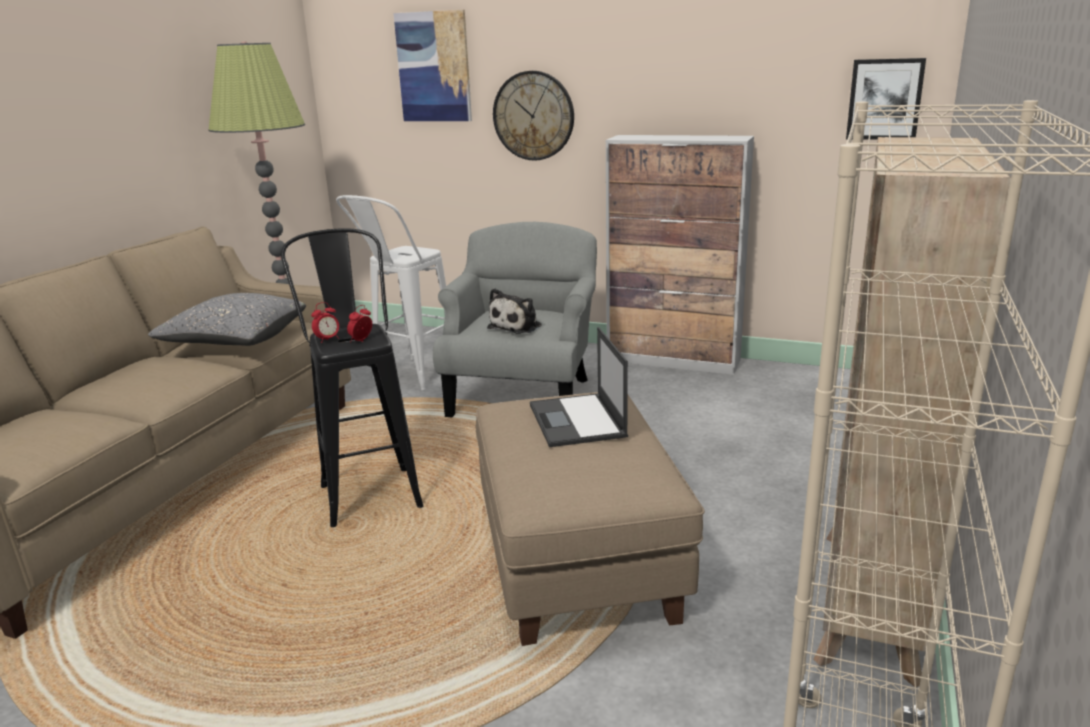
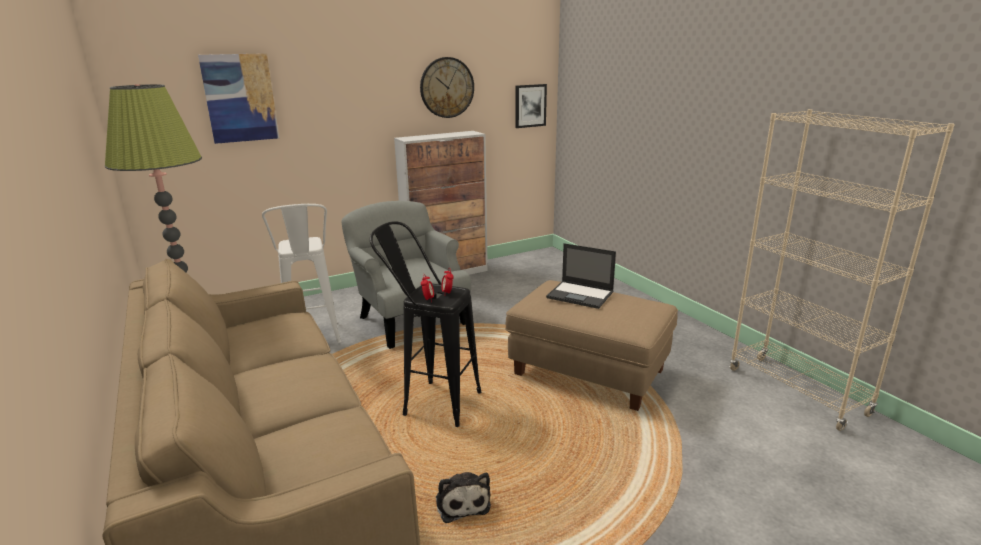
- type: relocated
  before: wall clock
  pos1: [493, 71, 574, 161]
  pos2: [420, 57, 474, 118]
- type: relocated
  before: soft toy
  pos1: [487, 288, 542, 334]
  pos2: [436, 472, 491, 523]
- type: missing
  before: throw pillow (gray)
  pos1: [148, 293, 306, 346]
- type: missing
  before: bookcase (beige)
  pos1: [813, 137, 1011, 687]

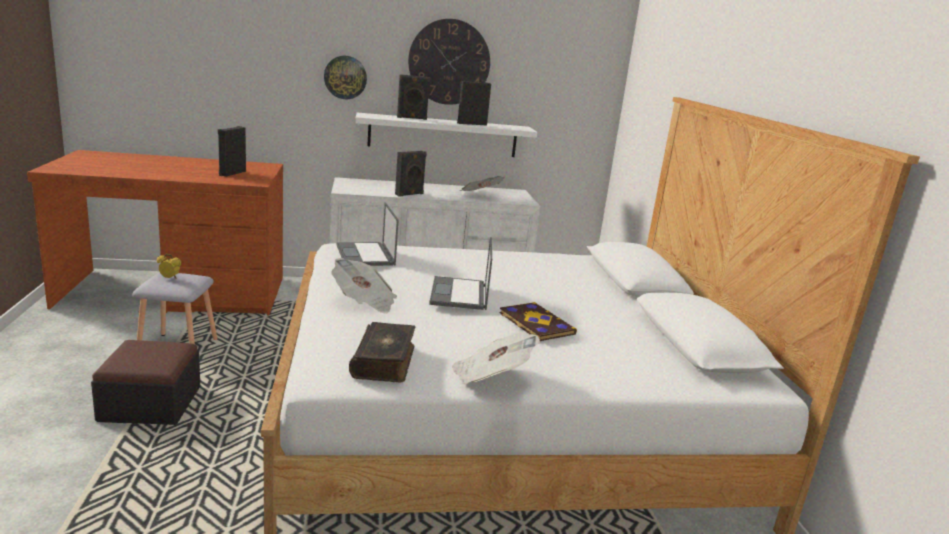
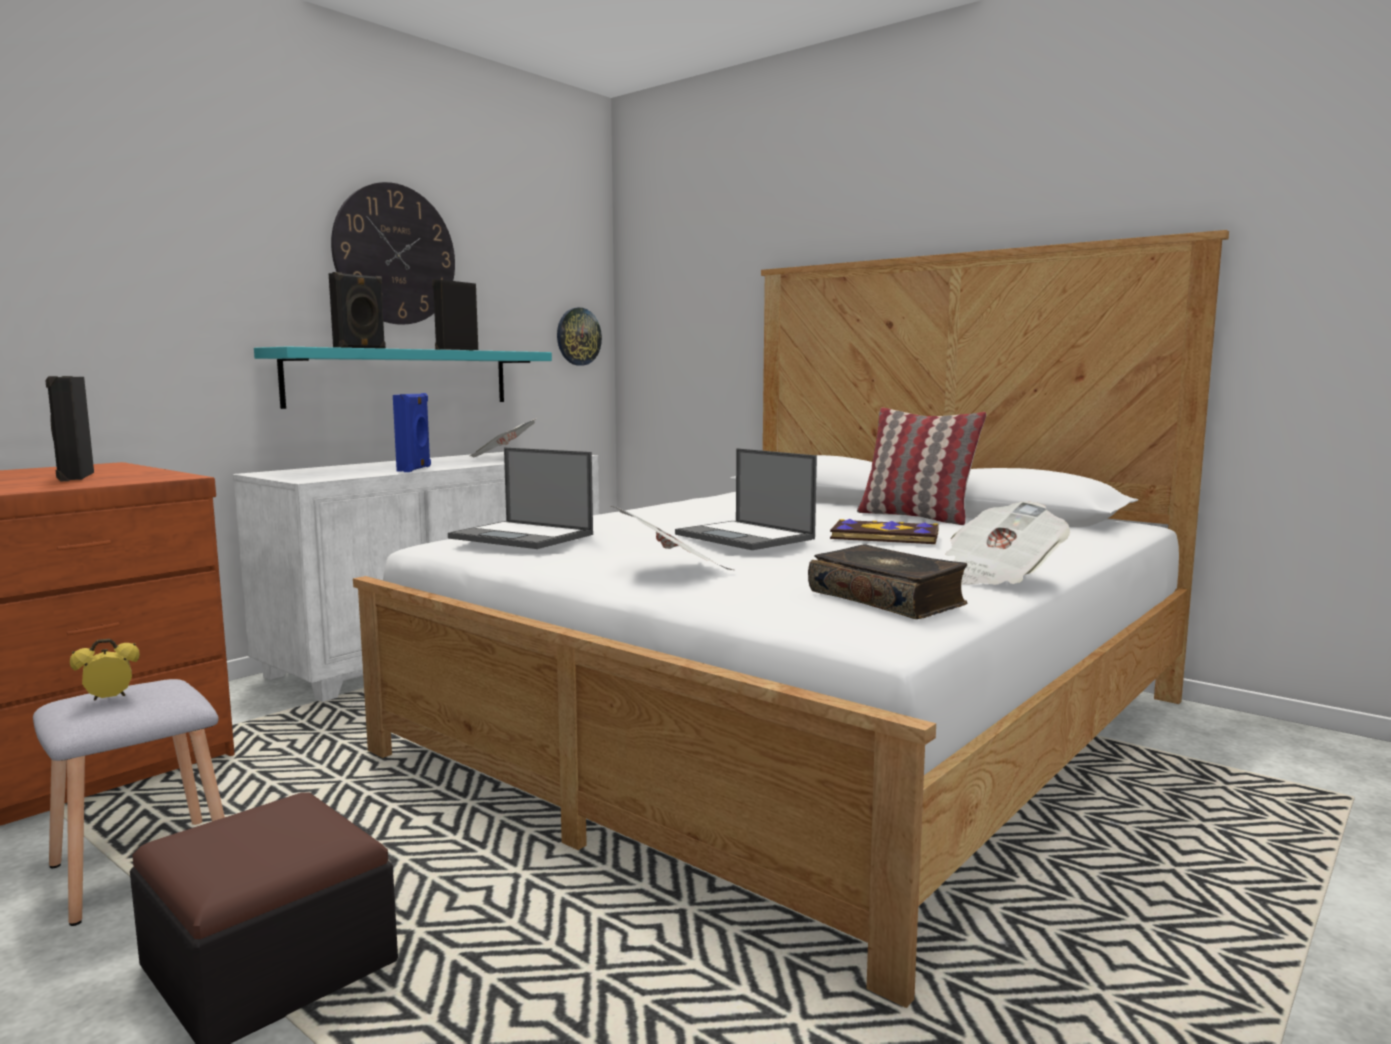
- type: colour
  before: wall shelf (white)
  after: wall shelf (blue-green)
  pos1: [355, 113, 537, 157]
  pos2: [254, 347, 552, 409]
- type: colour
  before: speaker (blackish)
  after: speaker (blue-coloured)
  pos1: [395, 151, 427, 197]
  pos2: [393, 393, 431, 472]
- type: relocated
  before: wall clock
  pos1: [324, 56, 367, 99]
  pos2: [557, 308, 602, 366]
- type: appeared
  after: throw pillow
  pos2: [857, 408, 986, 525]

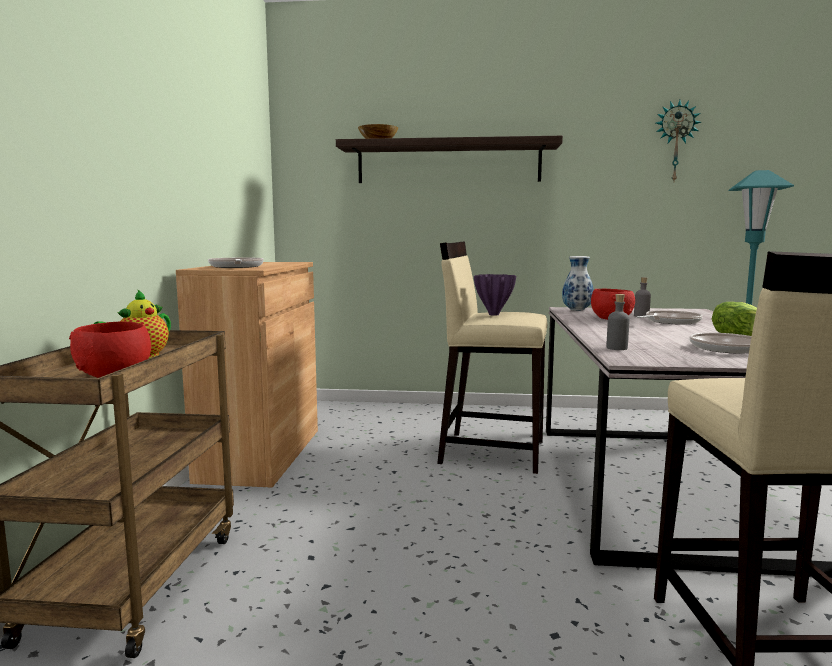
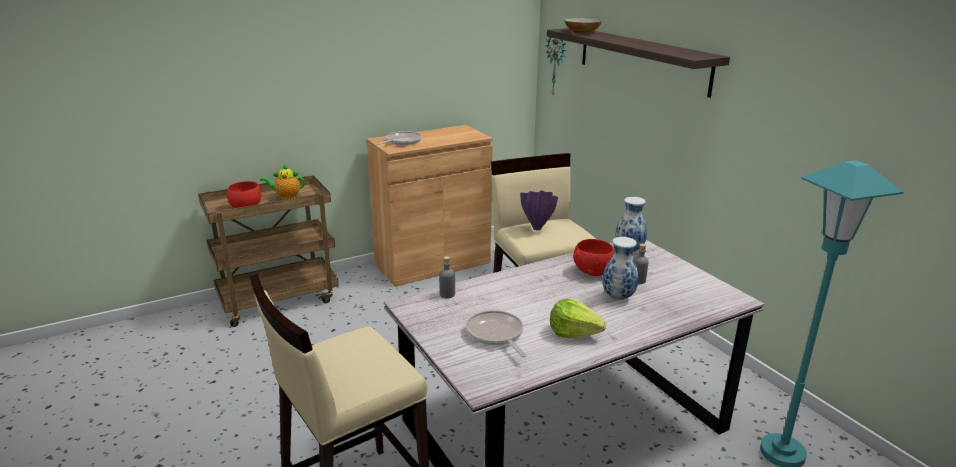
- type: relocated
  before: wall clock
  pos1: [656, 100, 701, 181]
  pos2: [545, 37, 567, 95]
- type: exchanged
  before: frying pan
  after: flower vase
  pos1: [636, 310, 703, 325]
  pos2: [602, 237, 639, 300]

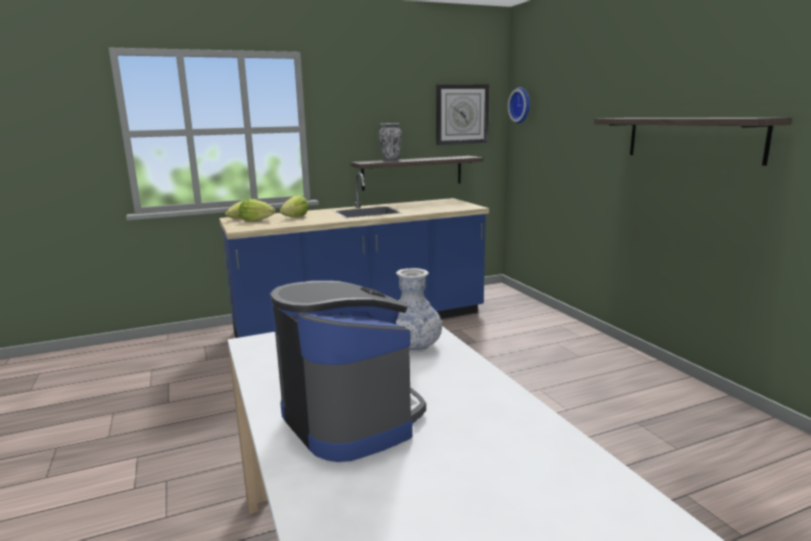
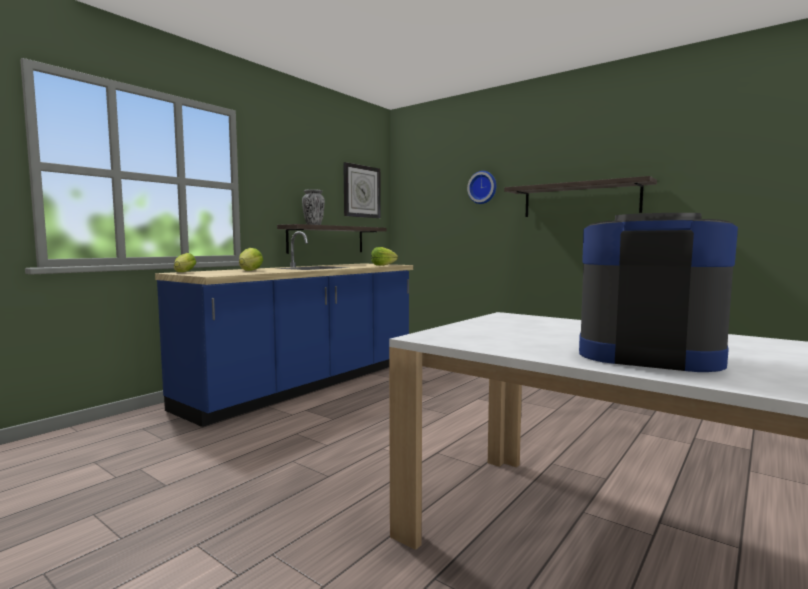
- type: relocated
  before: lettuce
  pos1: [240, 199, 275, 222]
  pos2: [371, 247, 398, 266]
- type: relocated
  before: wall clock
  pos1: [508, 87, 530, 124]
  pos2: [467, 171, 496, 204]
- type: missing
  before: flower vase
  pos1: [396, 268, 442, 352]

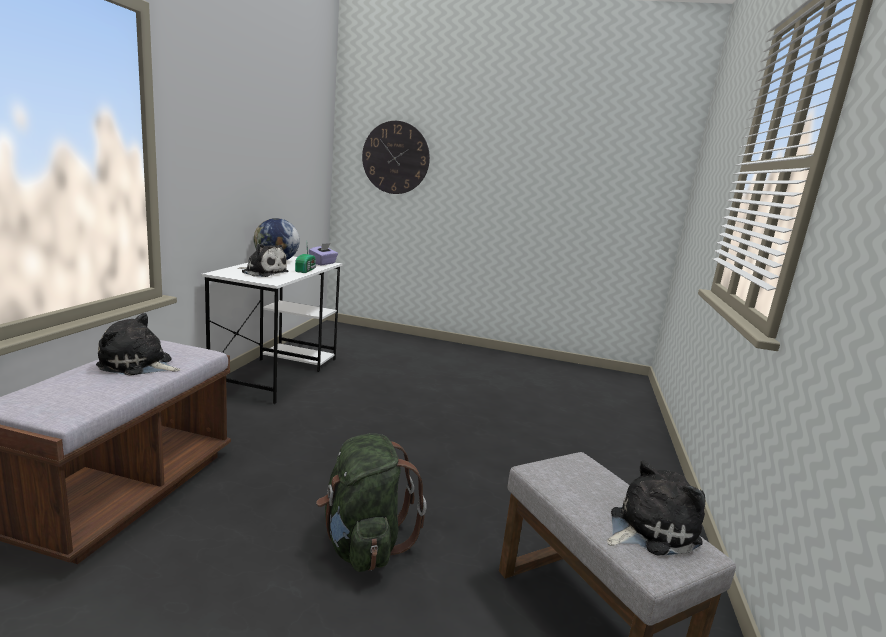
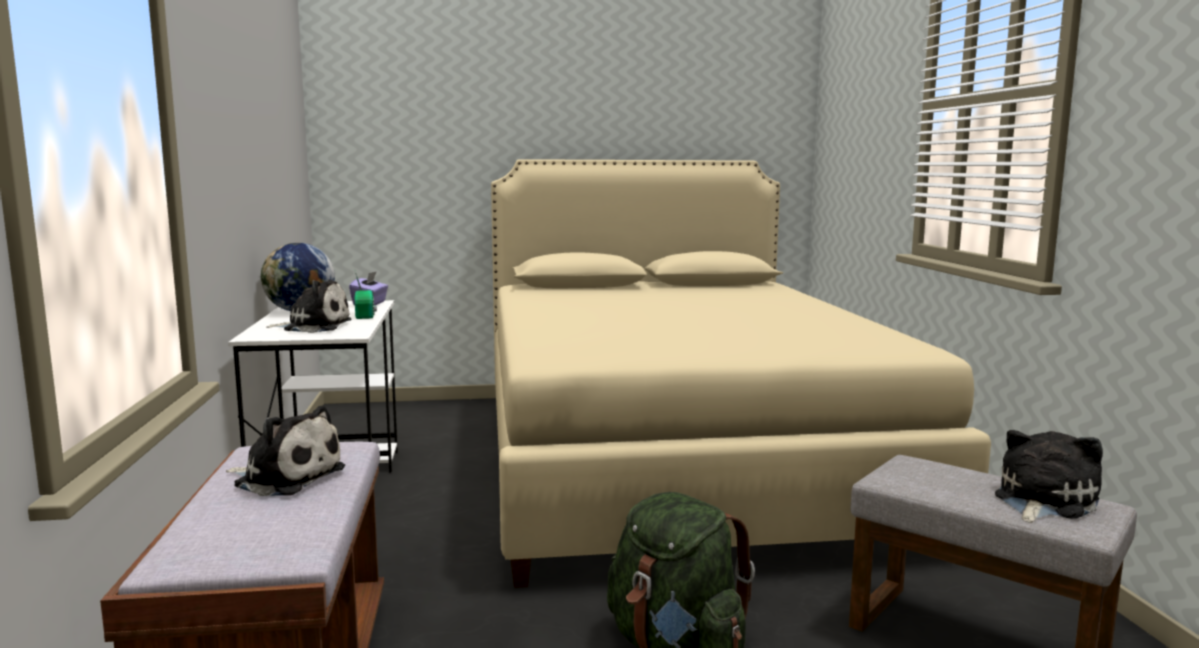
- type: spun
  before: soft toy
  pos1: [96, 313, 181, 376]
  pos2: [226, 406, 345, 496]
  turn: -150
- type: appeared
  after: bed (beige)
  pos2: [491, 159, 991, 588]
- type: missing
  before: wall clock
  pos1: [362, 121, 430, 194]

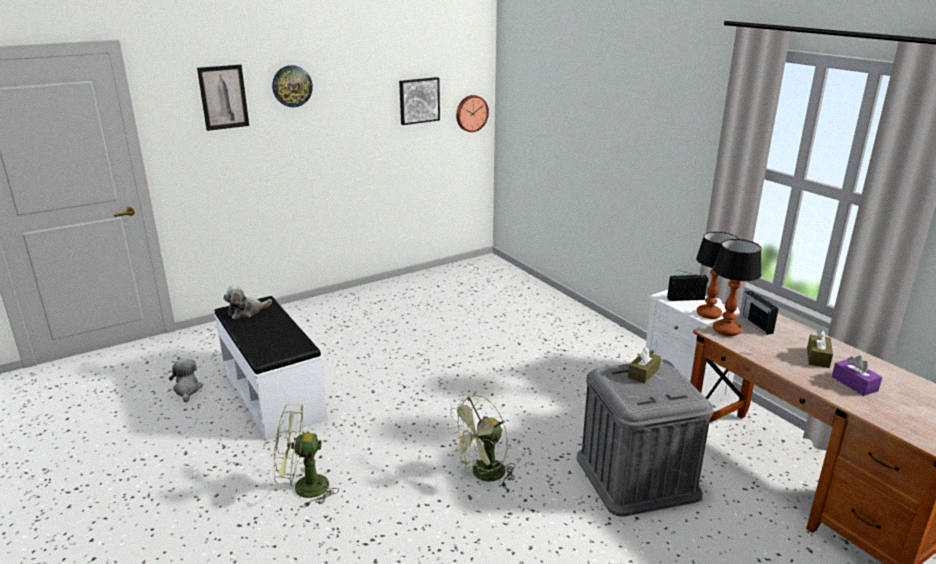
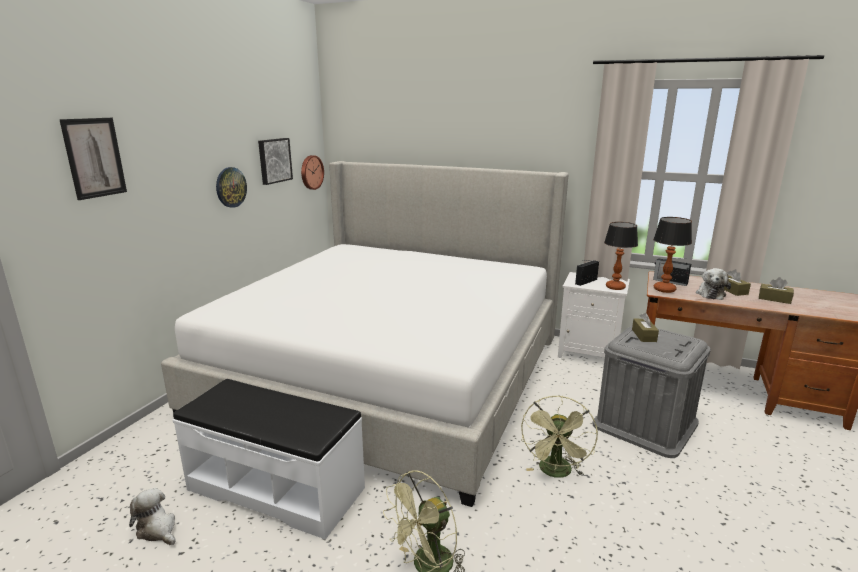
- type: appeared
  after: bed
  pos2: [161, 161, 569, 507]
- type: relocated
  before: wall clock
  pos1: [272, 65, 313, 107]
  pos2: [216, 167, 247, 208]
- type: relocated
  before: soft toy
  pos1: [223, 285, 272, 319]
  pos2: [696, 268, 731, 300]
- type: colour
  before: box of tissues (purplish)
  after: box of tissues (brown-coloured)
  pos1: [832, 355, 882, 396]
  pos2: [759, 277, 794, 304]

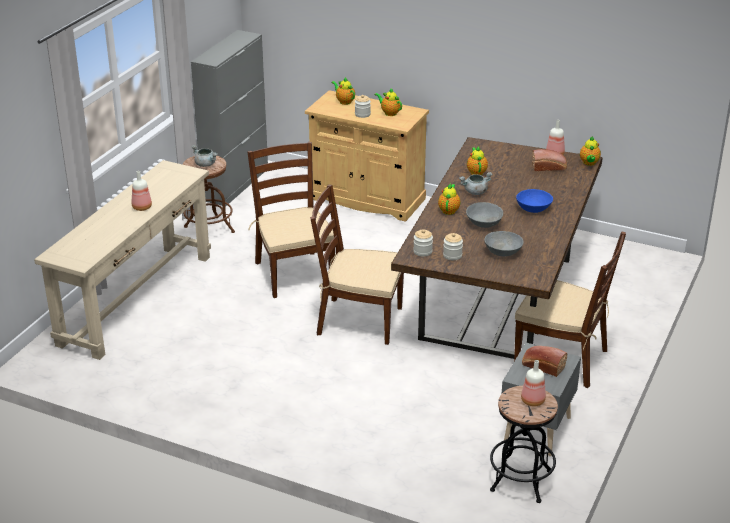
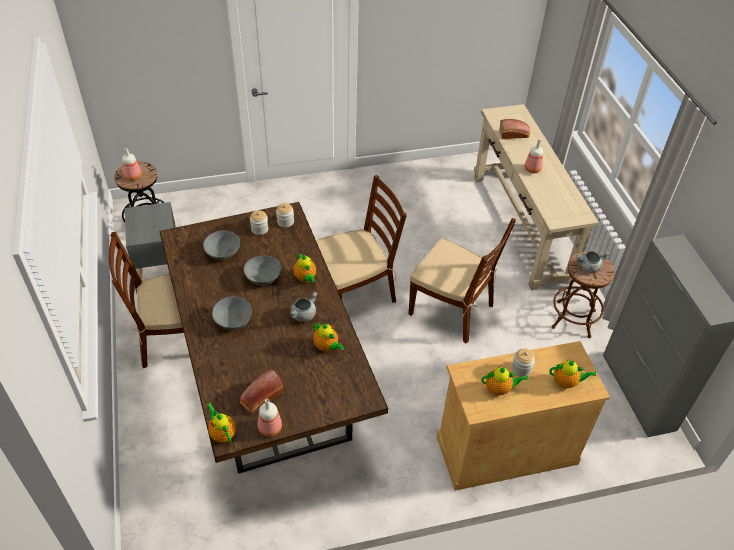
- type: colour
  before: serving bowl (blue-coloured)
  after: serving bowl (gray)
  pos1: [516, 189, 553, 213]
  pos2: [212, 296, 252, 330]
- type: relocated
  before: baked bread
  pos1: [522, 346, 567, 377]
  pos2: [500, 119, 530, 139]

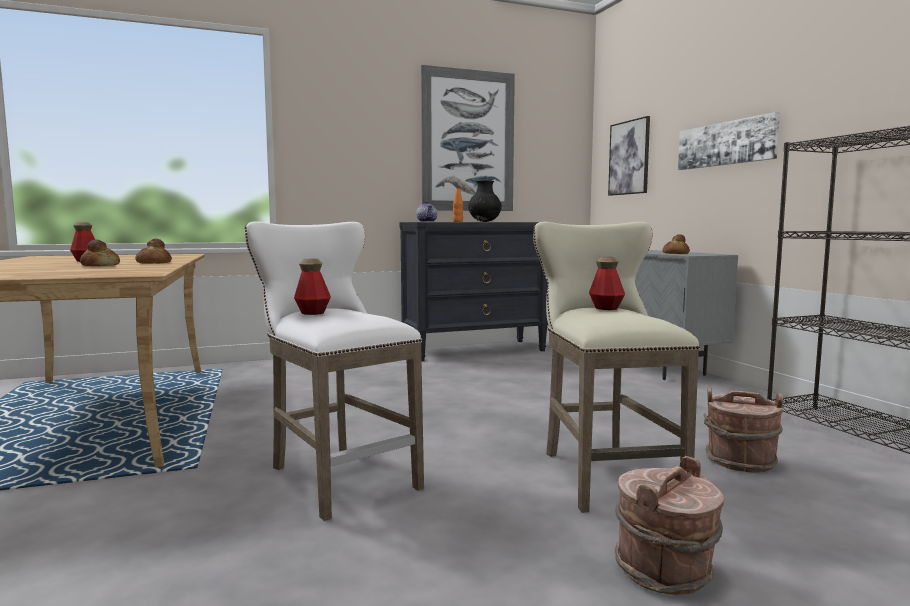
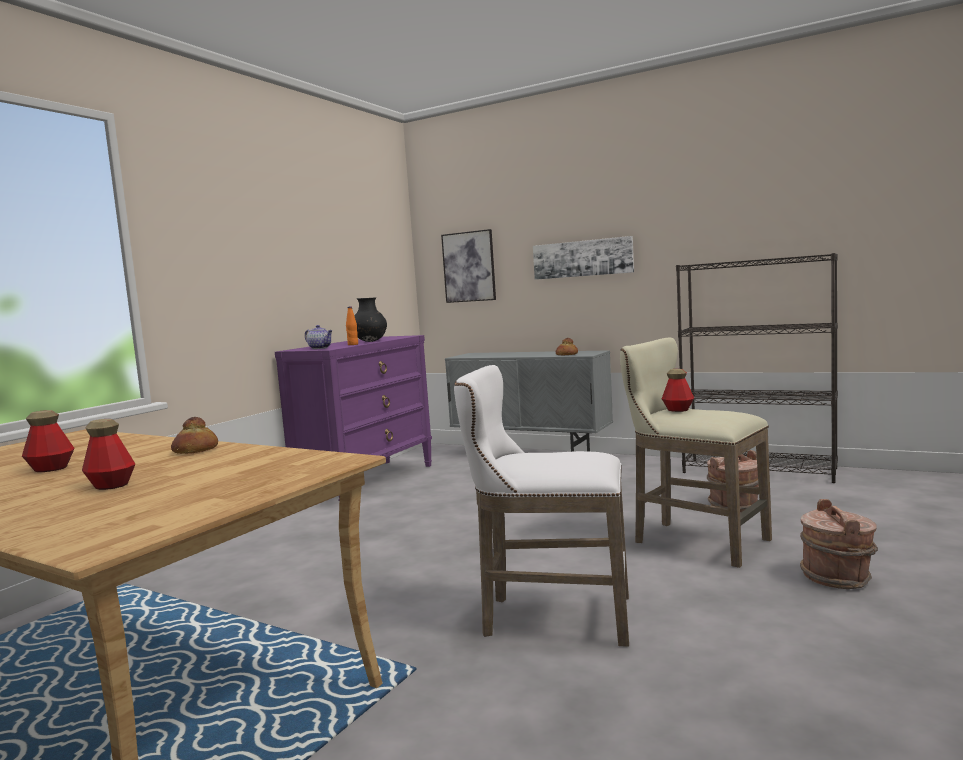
- type: relocated
  before: drink bottle
  pos1: [294, 259, 331, 315]
  pos2: [82, 419, 135, 490]
- type: colour
  before: dresser (blackish)
  after: dresser (purplish)
  pos1: [399, 222, 548, 361]
  pos2: [275, 335, 432, 501]
- type: missing
  before: baked bread
  pos1: [80, 240, 120, 266]
- type: missing
  before: wall art
  pos1: [421, 65, 515, 211]

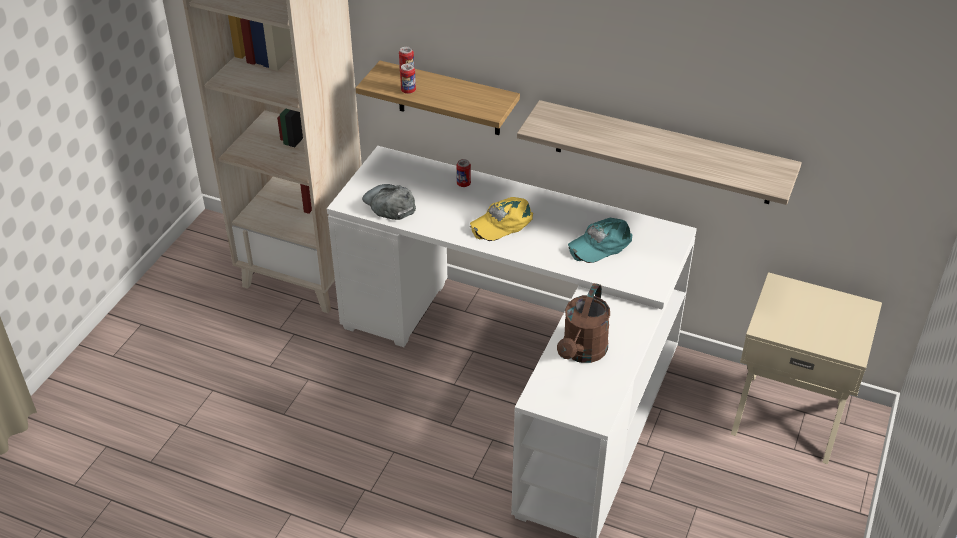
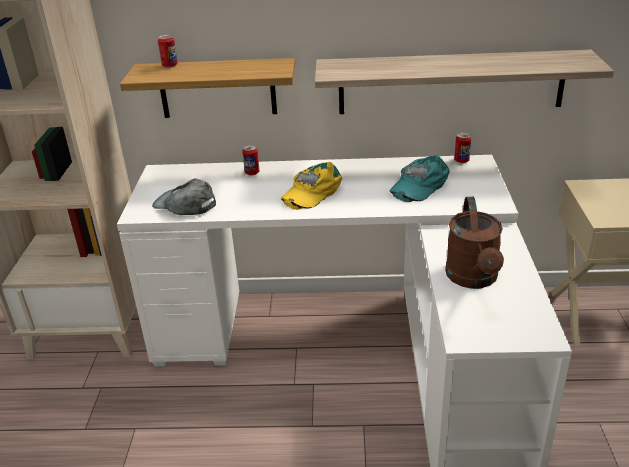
- type: relocated
  before: metal can
  pos1: [400, 64, 416, 94]
  pos2: [454, 133, 471, 163]

